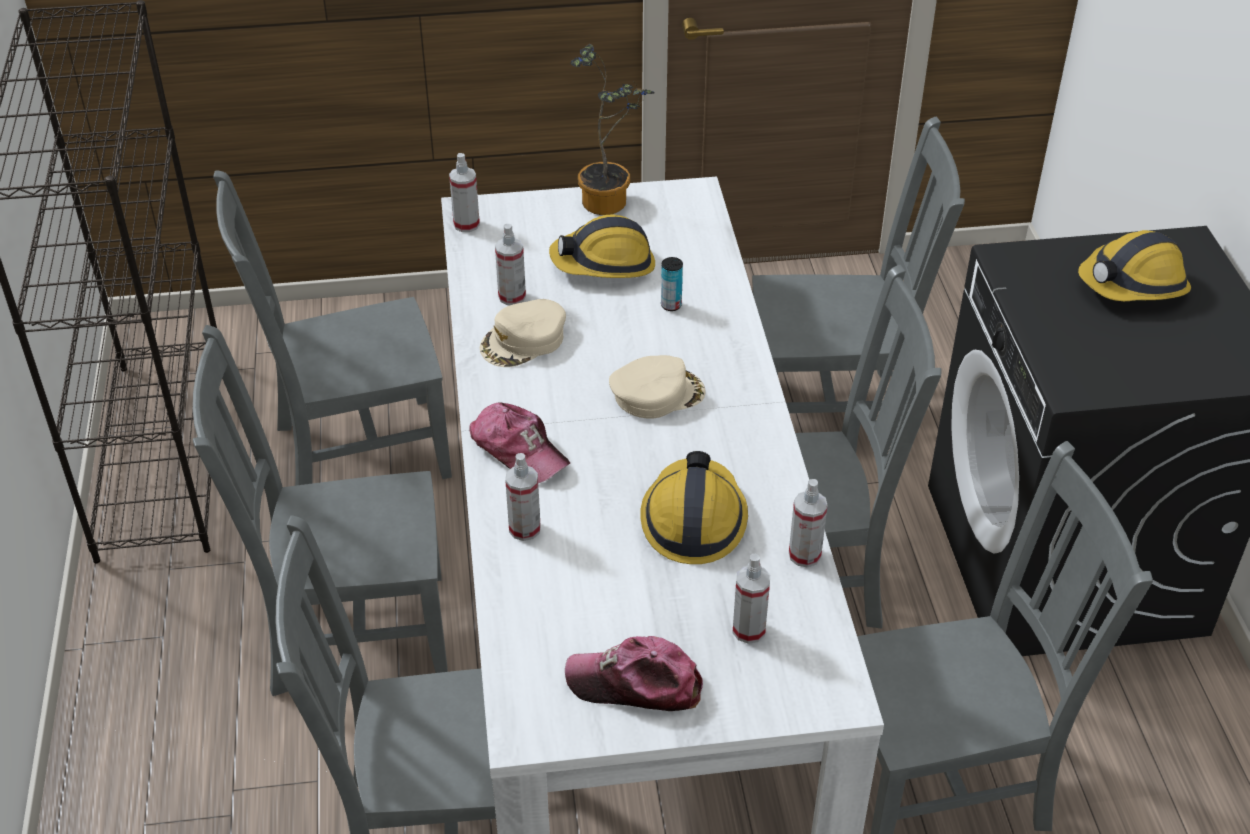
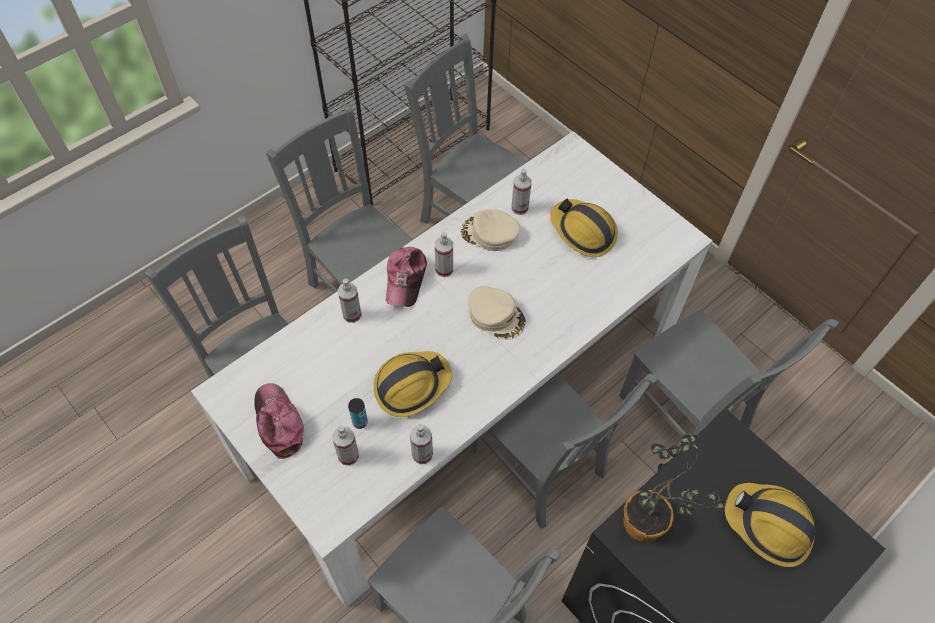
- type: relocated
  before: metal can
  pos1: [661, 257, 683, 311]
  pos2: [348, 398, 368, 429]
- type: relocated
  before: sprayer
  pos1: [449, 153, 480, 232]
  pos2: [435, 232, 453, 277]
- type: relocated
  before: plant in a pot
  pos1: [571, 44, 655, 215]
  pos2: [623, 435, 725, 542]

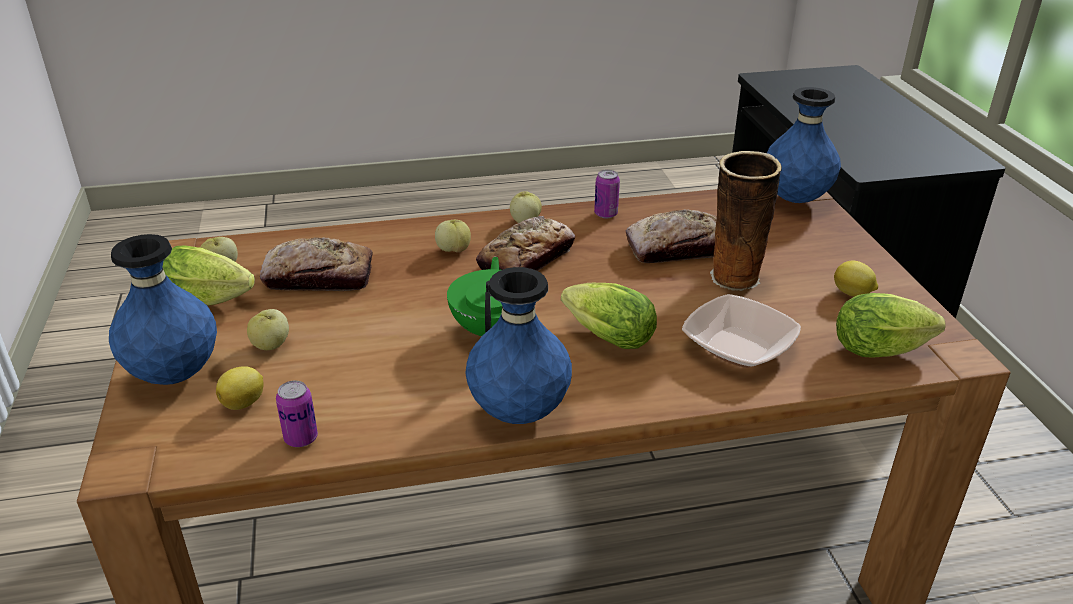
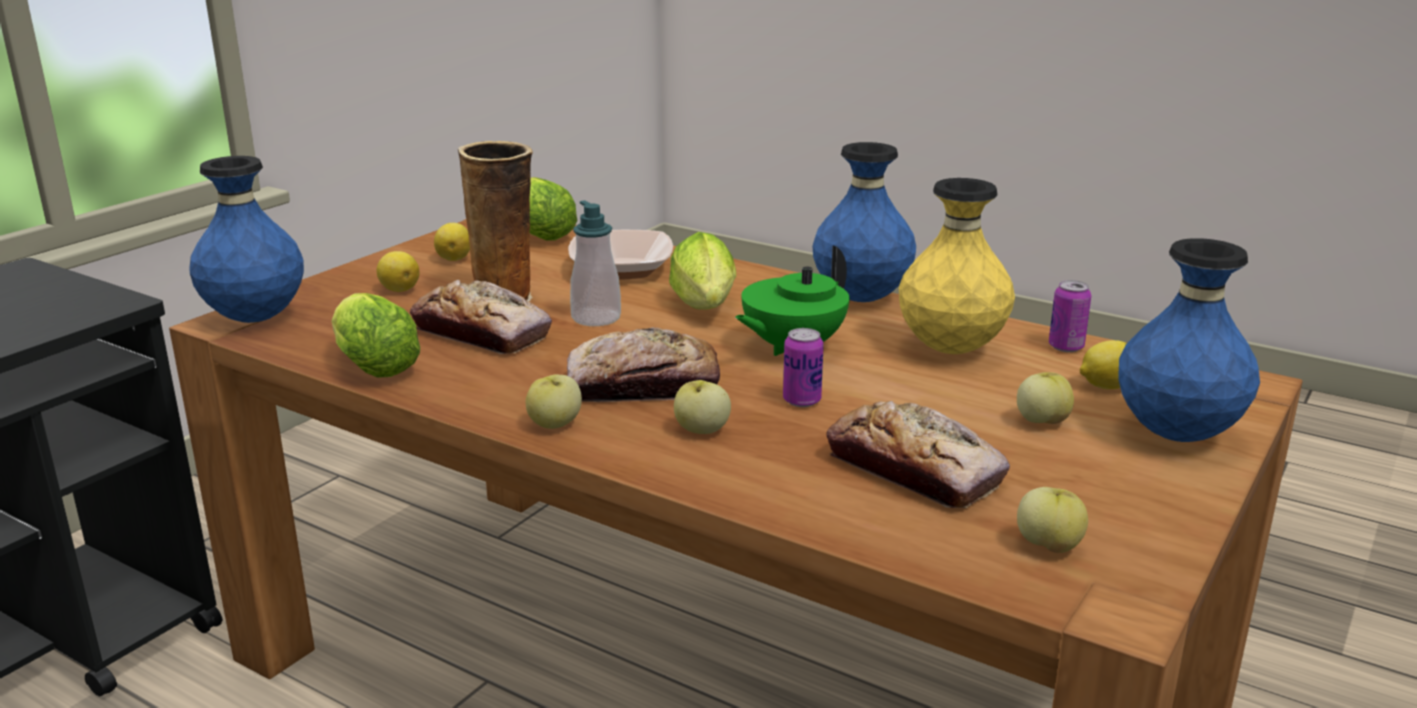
- type: relocated
  before: lettuce
  pos1: [163, 246, 255, 306]
  pos2: [332, 293, 420, 378]
- type: appeared
  after: lemon
  pos2: [376, 251, 420, 292]
- type: appeared
  after: soap dispenser
  pos2: [570, 200, 621, 326]
- type: relocated
  before: metal can
  pos1: [594, 170, 620, 218]
  pos2: [783, 328, 824, 407]
- type: appeared
  after: flower vase (yellow-coloured)
  pos2: [899, 178, 1015, 354]

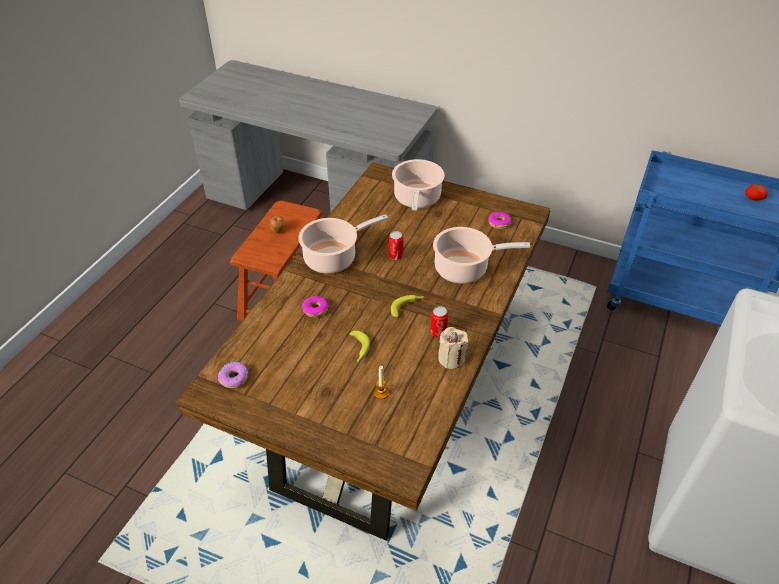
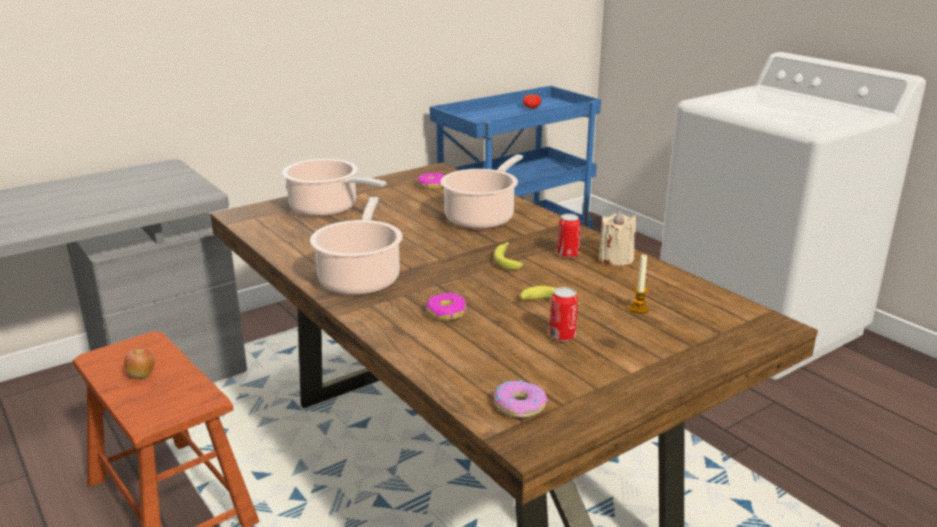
- type: relocated
  before: metal can
  pos1: [388, 231, 403, 260]
  pos2: [549, 287, 578, 341]

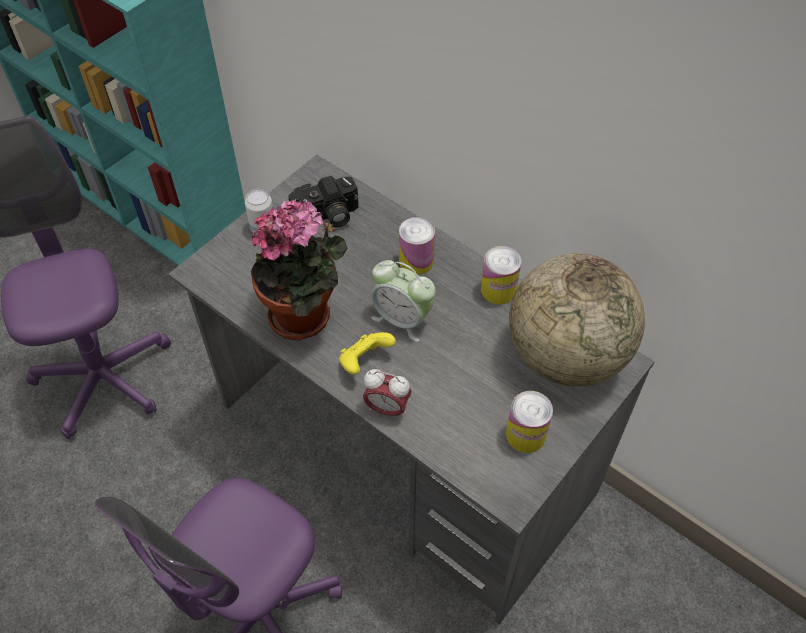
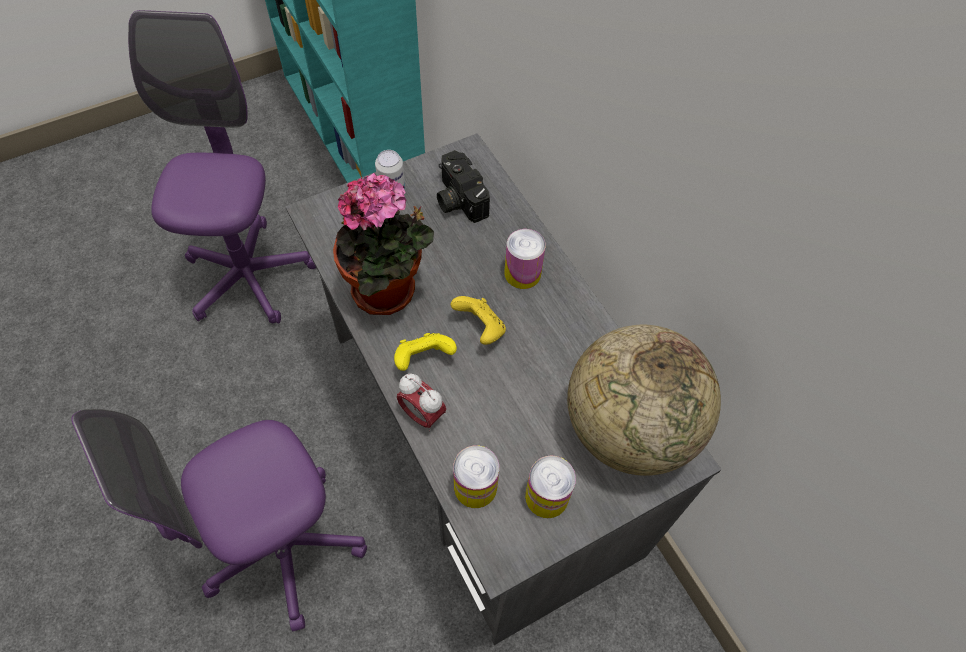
- type: spun
  before: photo camera
  pos1: [288, 176, 359, 227]
  pos2: [437, 150, 490, 223]
  turn: 60
- type: exchanged
  before: bedside clock
  after: game controller (yellow-coloured)
  pos1: [371, 260, 436, 342]
  pos2: [451, 296, 506, 345]
- type: relocated
  before: metal can
  pos1: [481, 246, 521, 305]
  pos2: [453, 446, 499, 508]

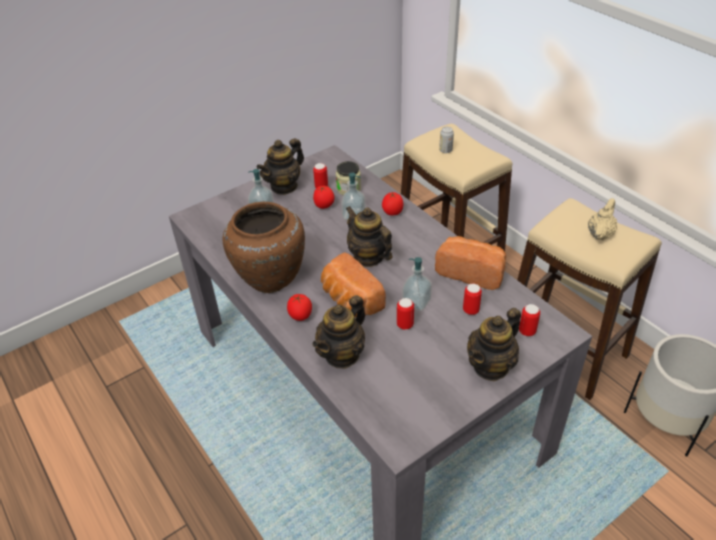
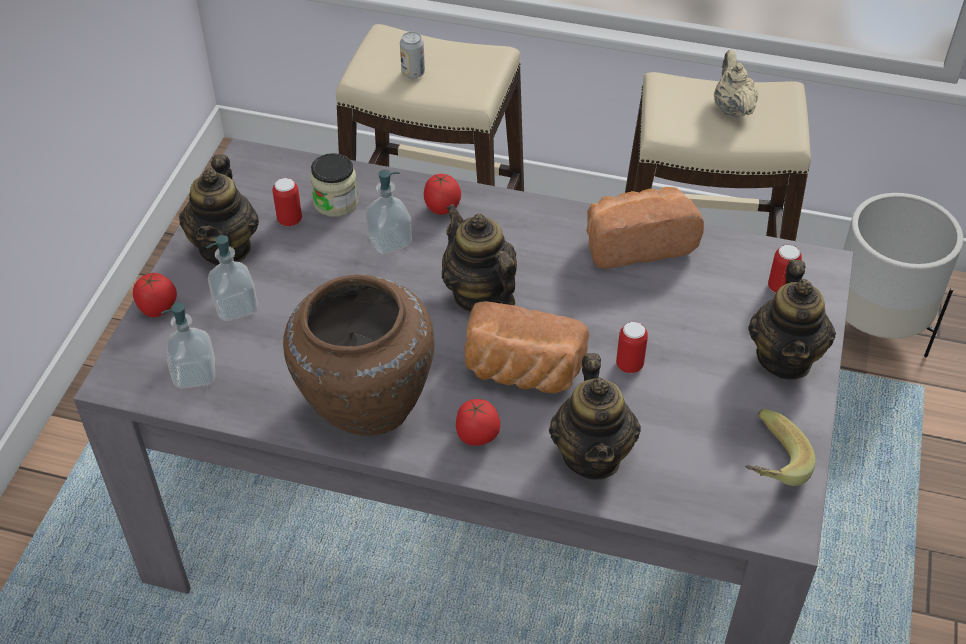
- type: relocated
  before: fresh tomato
  pos1: [313, 186, 335, 209]
  pos2: [133, 273, 177, 317]
- type: relocated
  before: soap dispenser
  pos1: [402, 257, 432, 311]
  pos2: [161, 303, 215, 389]
- type: spun
  before: teapot
  pos1: [346, 206, 392, 267]
  pos2: [442, 204, 517, 312]
  turn: 45
- type: appeared
  after: whole banana
  pos2: [745, 409, 816, 486]
- type: missing
  before: metal can
  pos1: [463, 283, 482, 315]

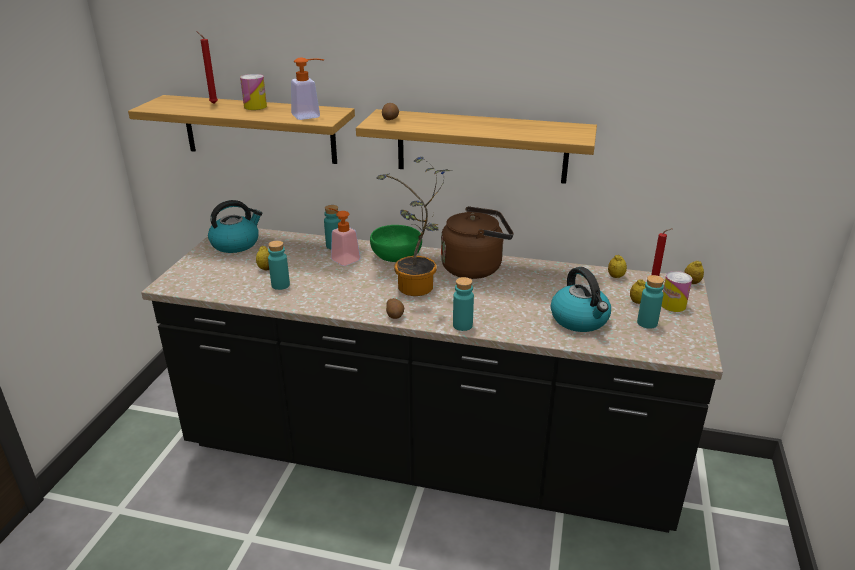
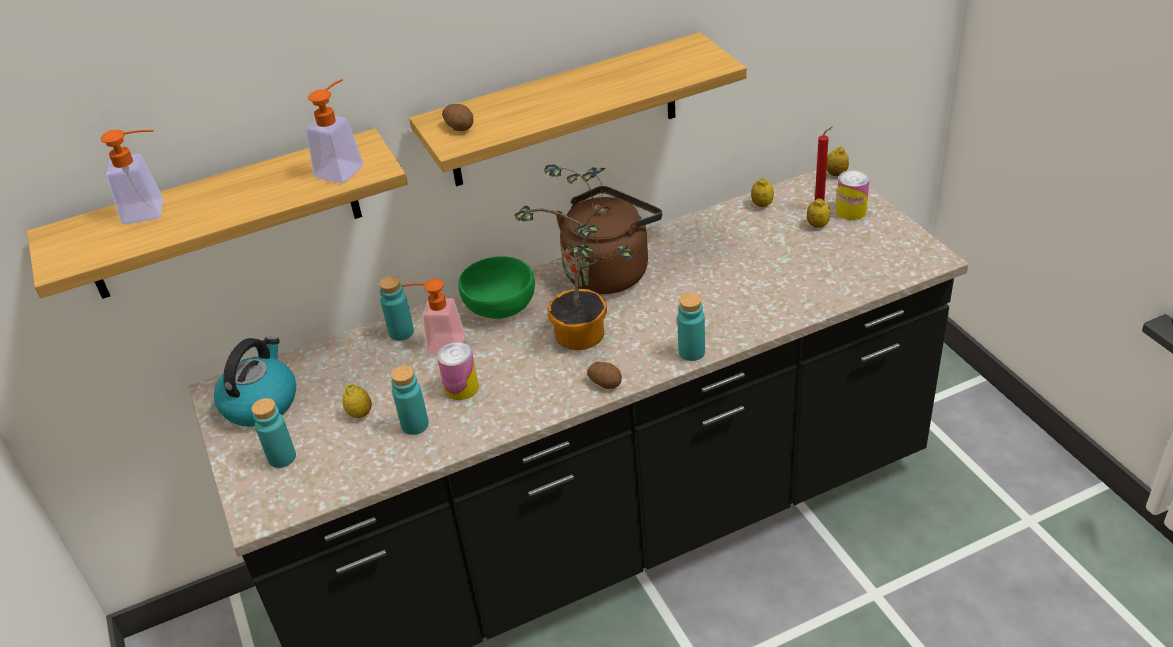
- type: exchanged
  before: wax light (red-coloured)
  after: soap dispenser
  pos1: [197, 32, 218, 104]
  pos2: [101, 130, 163, 224]
- type: relocated
  before: drink bottle (blue-green)
  pos1: [637, 275, 664, 329]
  pos2: [251, 398, 296, 468]
- type: relocated
  before: metal can
  pos1: [240, 74, 267, 110]
  pos2: [437, 342, 479, 400]
- type: missing
  before: water kettle
  pos1: [551, 267, 611, 332]

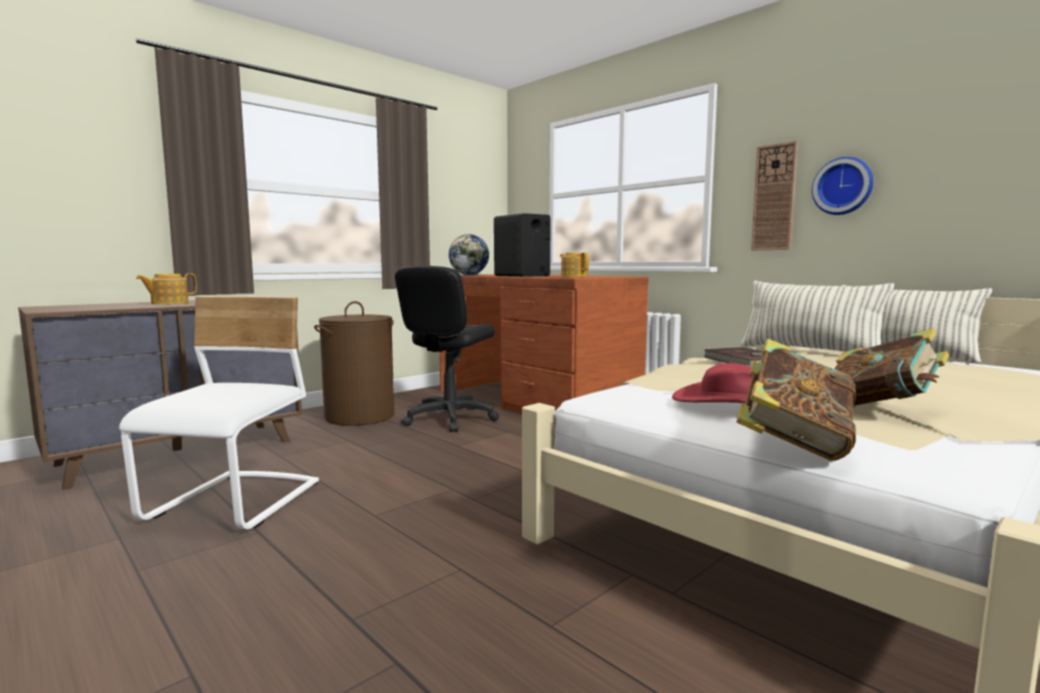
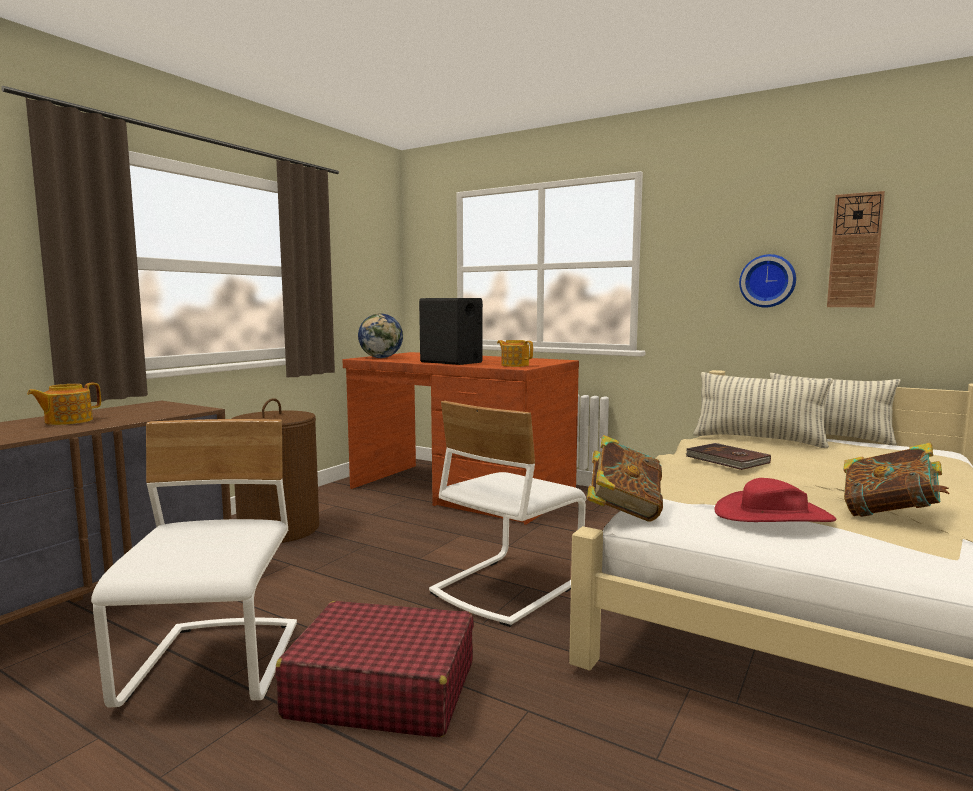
- type: appeared
  after: suitcase (red-coloured)
  pos2: [275, 601, 474, 738]
- type: appeared
  after: upright chair (white)
  pos2: [429, 401, 586, 627]
- type: relocated
  before: book
  pos1: [736, 339, 856, 461]
  pos2: [587, 435, 663, 522]
- type: relocated
  before: wall clock
  pos1: [751, 141, 798, 250]
  pos2: [827, 191, 885, 307]
- type: missing
  before: office chair (blackish)
  pos1: [395, 266, 499, 432]

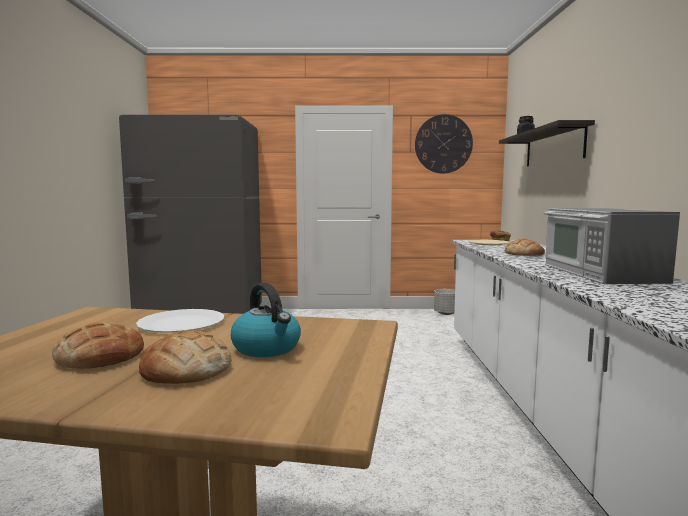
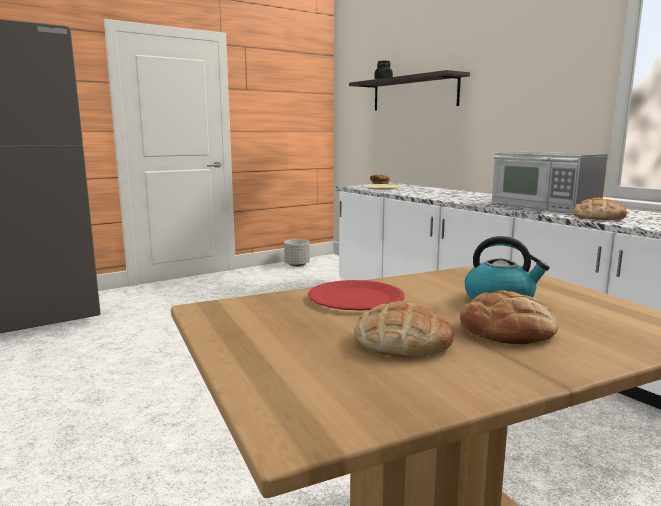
- type: colour
  before: flat dish (white)
  after: flat dish (red-coloured)
  pos1: [136, 309, 224, 333]
  pos2: [308, 280, 404, 310]
- type: relocated
  before: baked bread
  pos1: [505, 238, 545, 256]
  pos2: [573, 198, 627, 220]
- type: missing
  before: wall clock
  pos1: [415, 114, 473, 173]

